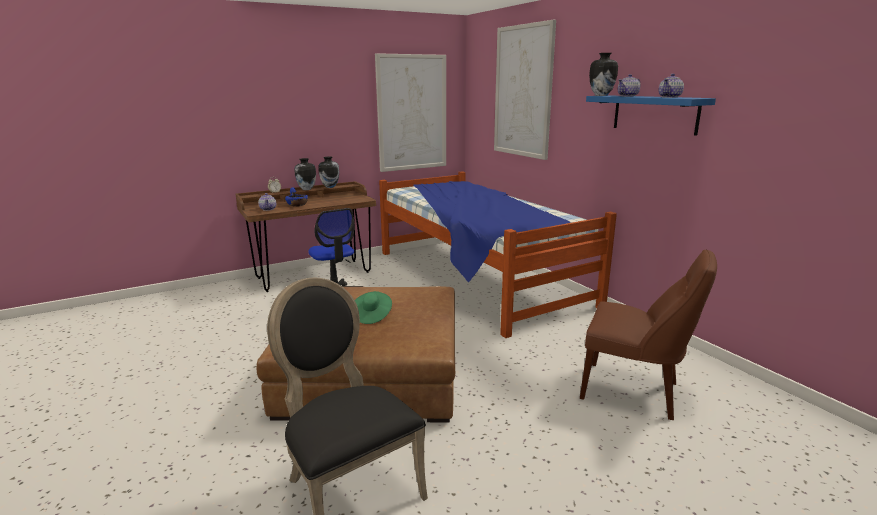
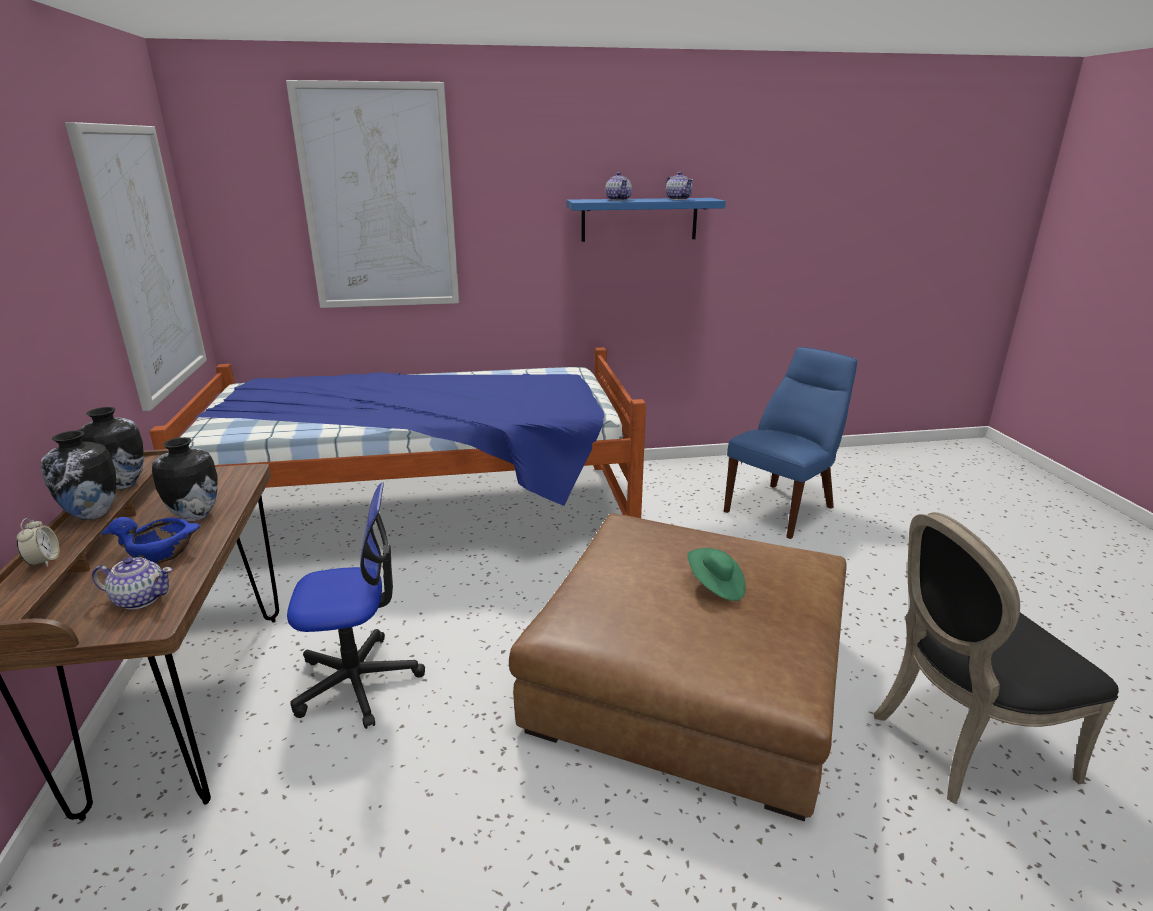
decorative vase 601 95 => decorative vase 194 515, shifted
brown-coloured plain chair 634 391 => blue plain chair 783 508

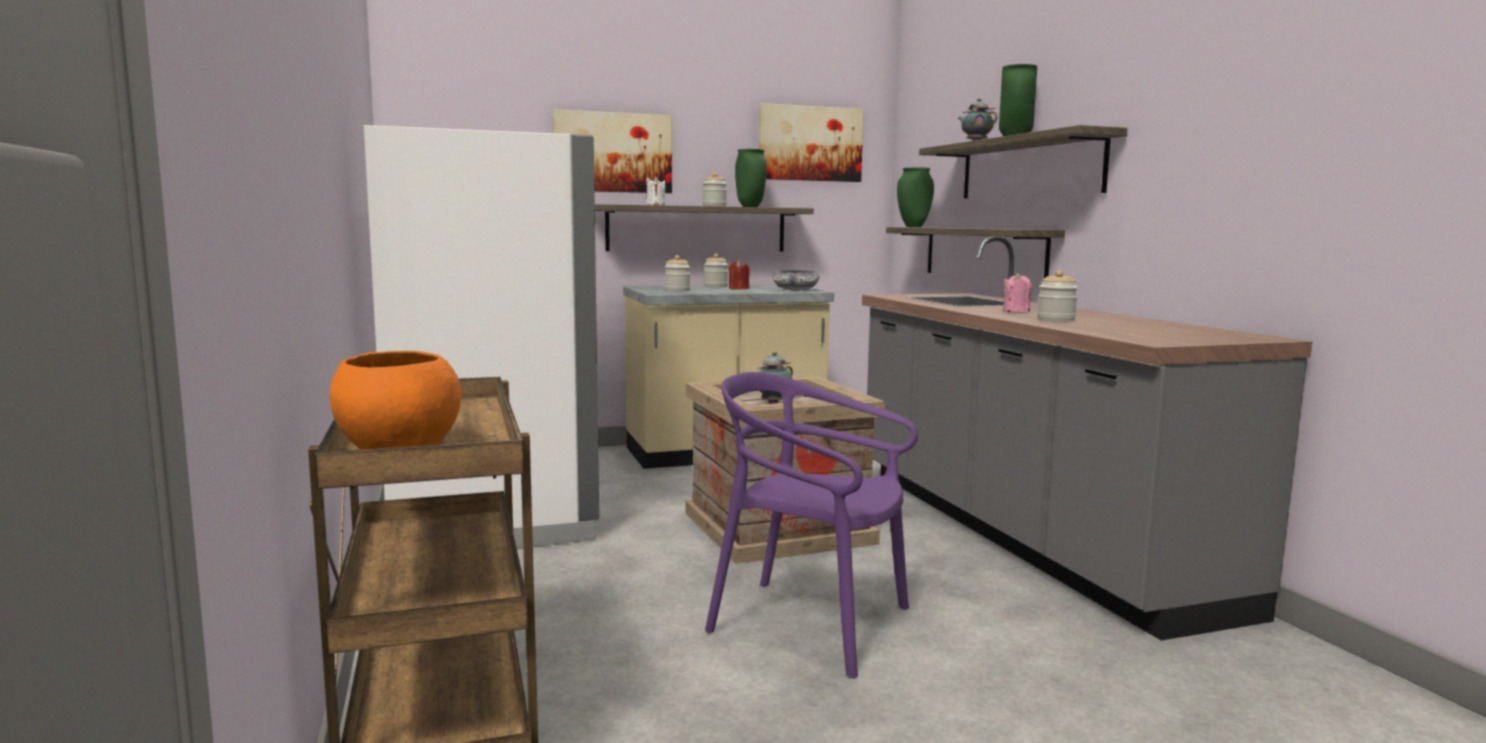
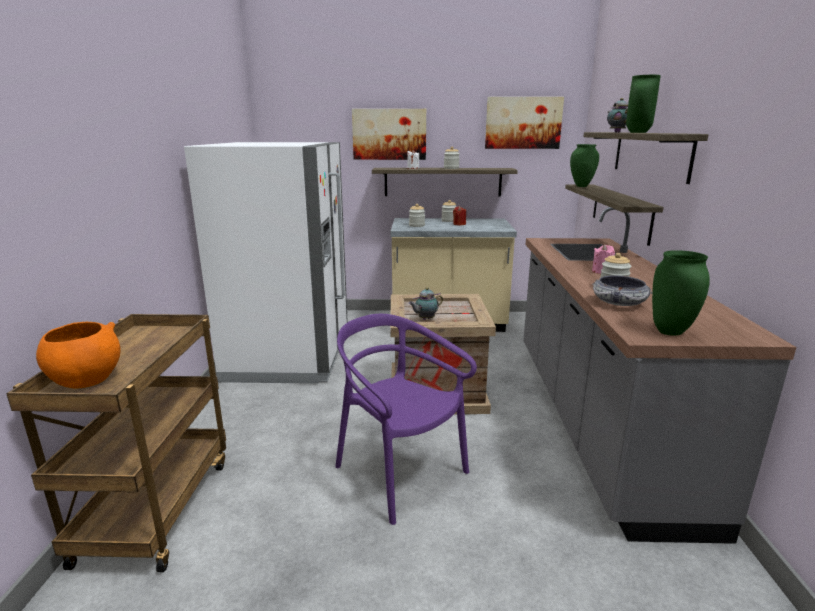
green-coloured decorative vase 751 207 => green-coloured decorative vase 671 332, shifted
deep dish 795 290 => deep dish 618 303, shifted

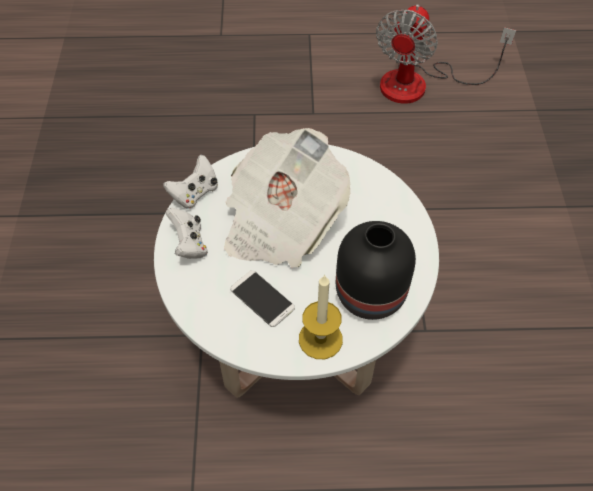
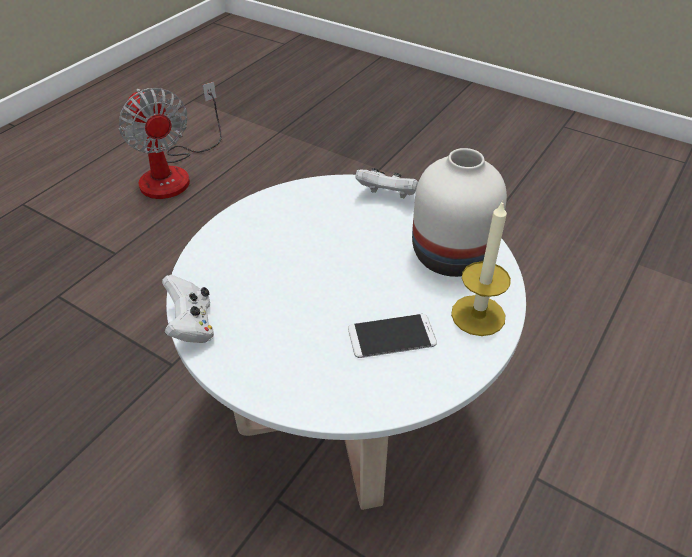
printed paper 281 221 => nothing
white-coloured joypad 189 244 => white-coloured joypad 388 196, shifted
blackish decorative vase 372 294 => white-coloured decorative vase 453 254

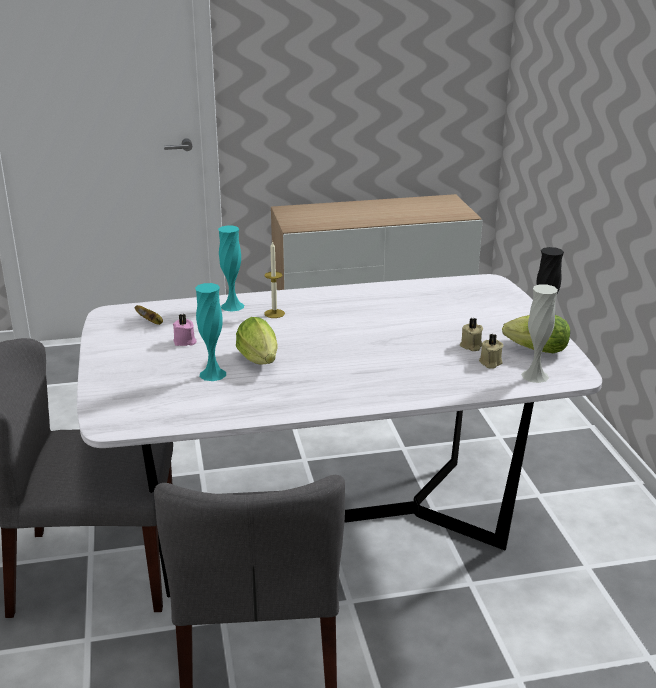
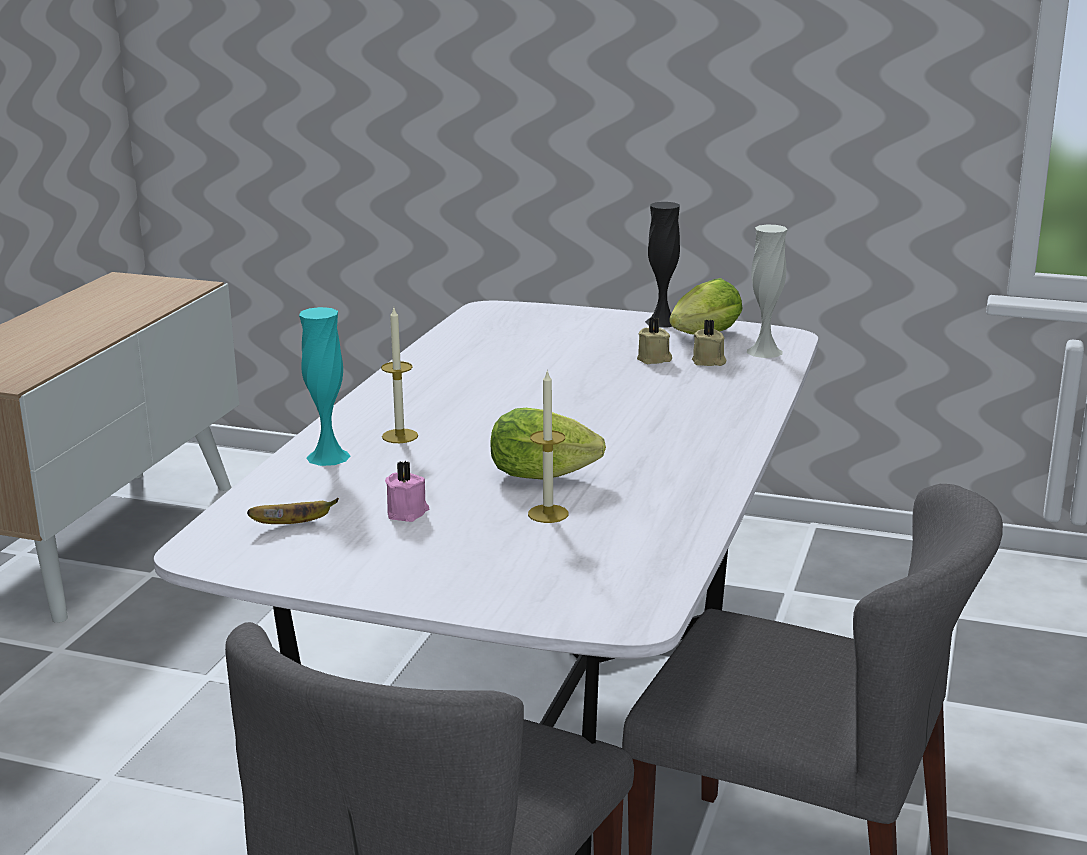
turquoise decorative vase 213 374 => candle 548 514

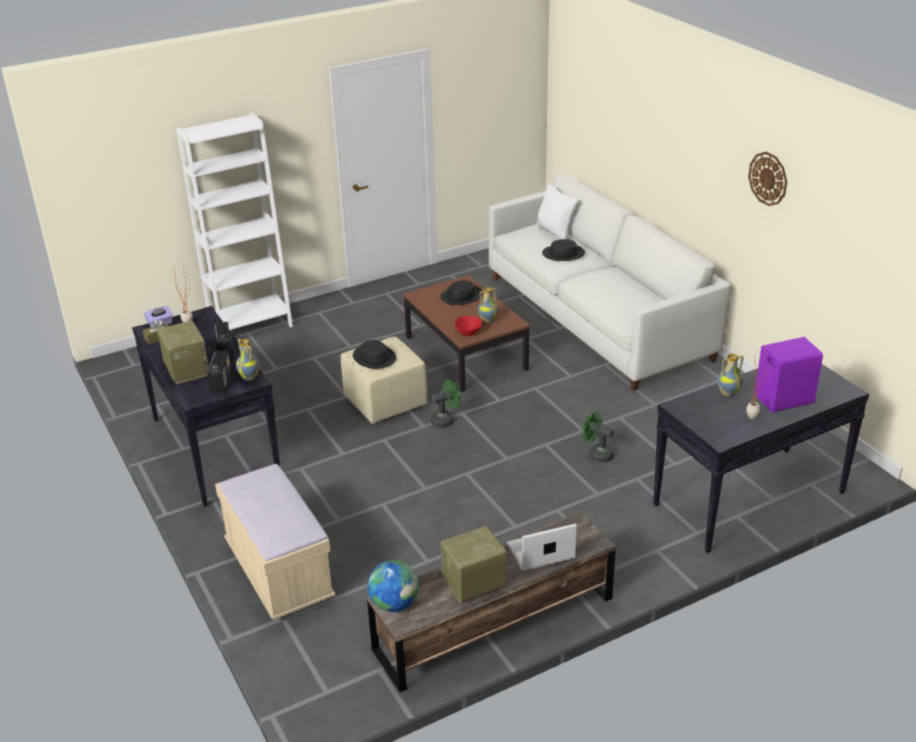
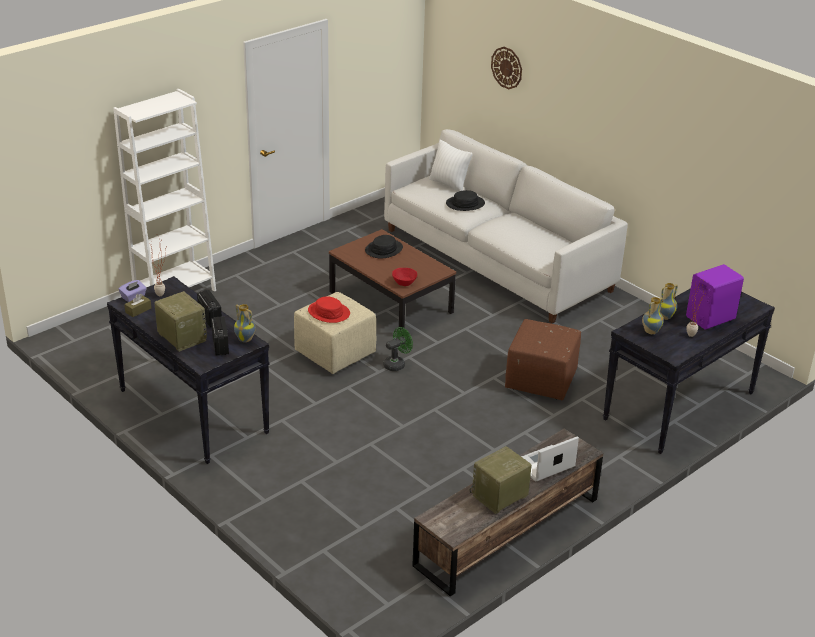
wall clock 768 178 => wall clock 507 67, shifted
decorative vase 487 320 => decorative vase 650 331, shifted
blackish clothing hat 374 357 => red clothing hat 329 312
green-coloured cooling fan 597 454 => brown-coloured pouffe 541 381
beige indoor bench 279 572 => nothing
globe 394 604 => nothing

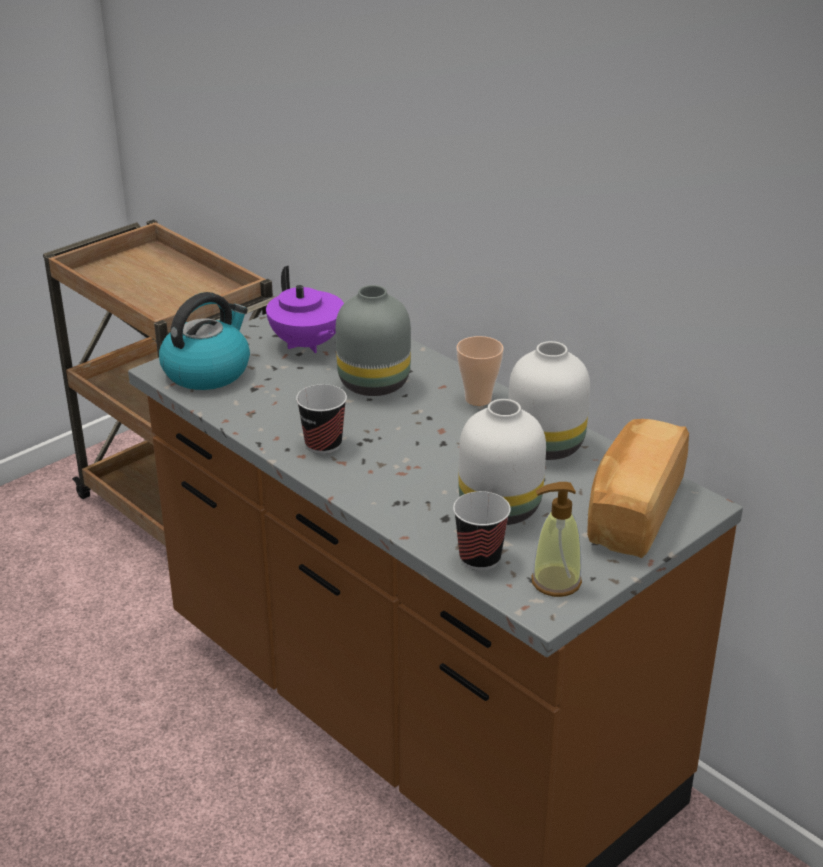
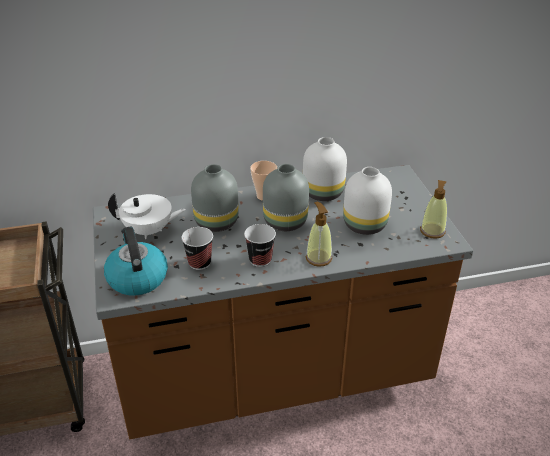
purple teapot 307 345 => white-coloured teapot 149 231
bread 631 512 => nothing
cup 480 558 => cup 199 263, shifted
nothing => gray decorative vase 284 222
nothing => soap bottle 318 258

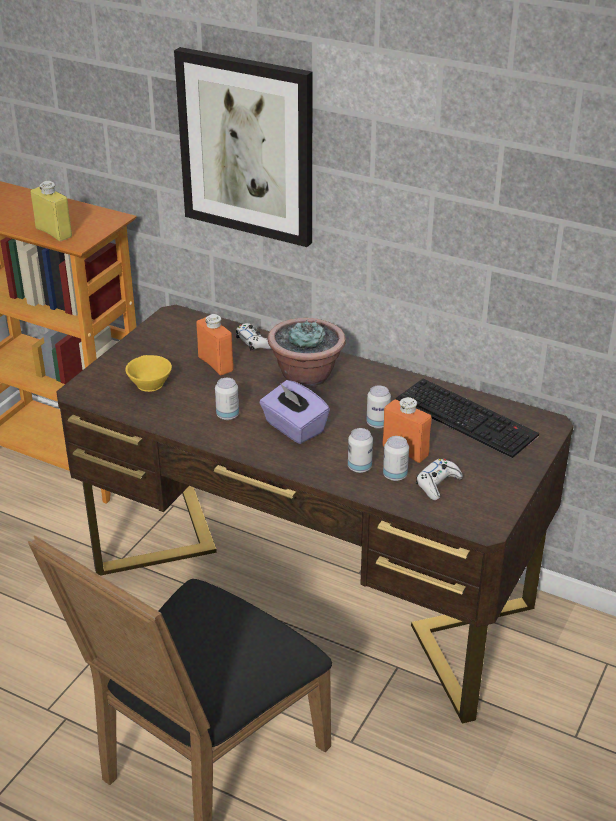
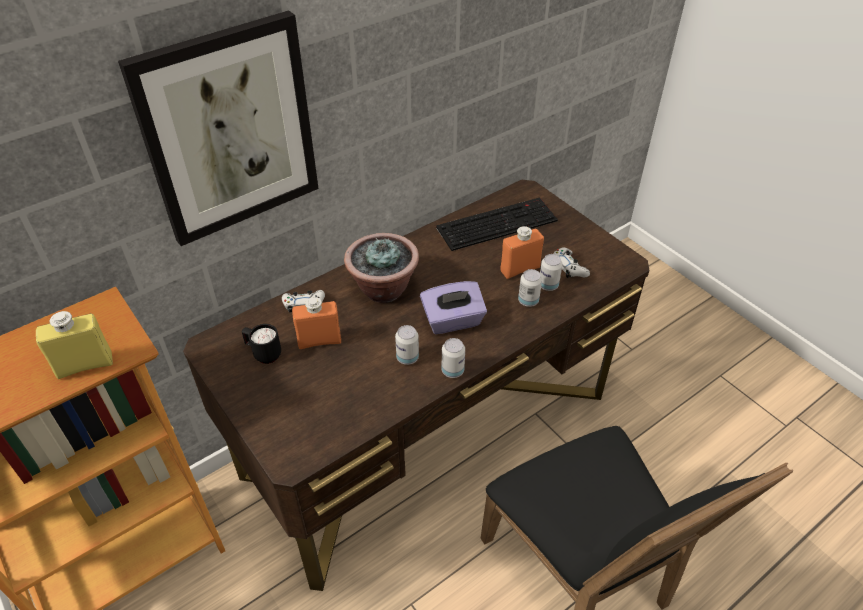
yellow-coloured cup 148 383 => nothing
can 377 423 => can 452 371, shifted
nothing => blackish coffee mug 264 354

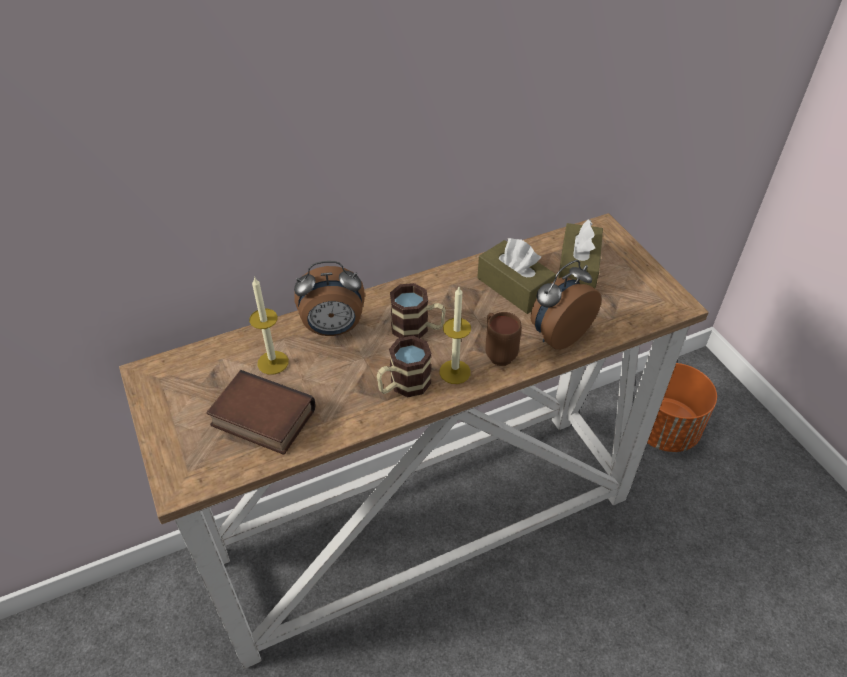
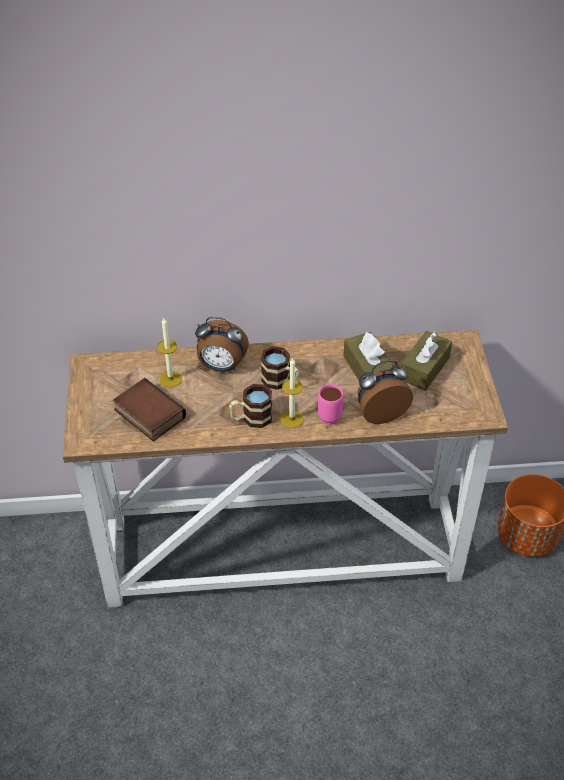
brown-coloured coffee mug 497 352 => pink coffee mug 329 414

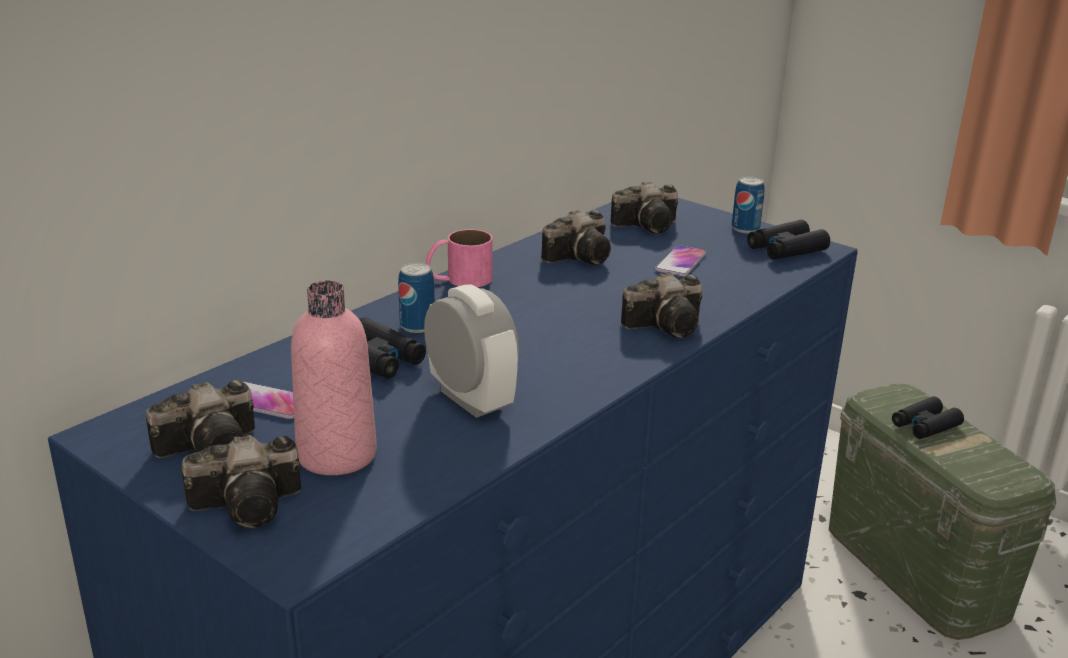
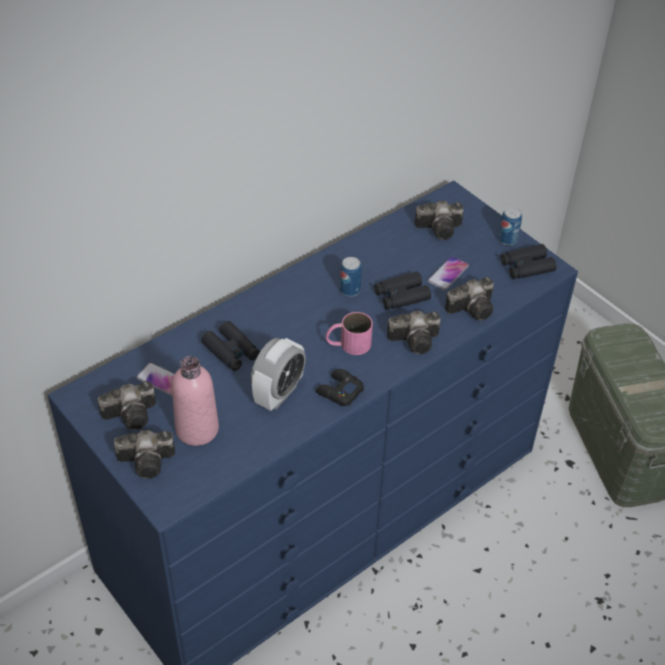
photo camera 582 256 => photo camera 473 308, shifted
pink coffee mug 459 279 => pink coffee mug 348 344, shifted
can 417 326 => can 350 290, shifted
bedside clock 470 399 => bedside clock 279 394, 60 degrees clockwise
blackish binoculars 925 425 => blackish binoculars 401 296, shifted
nothing => blackish joypad 339 391

